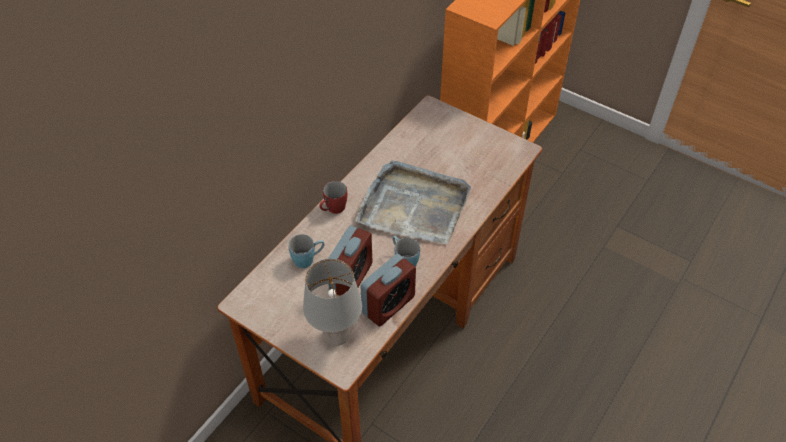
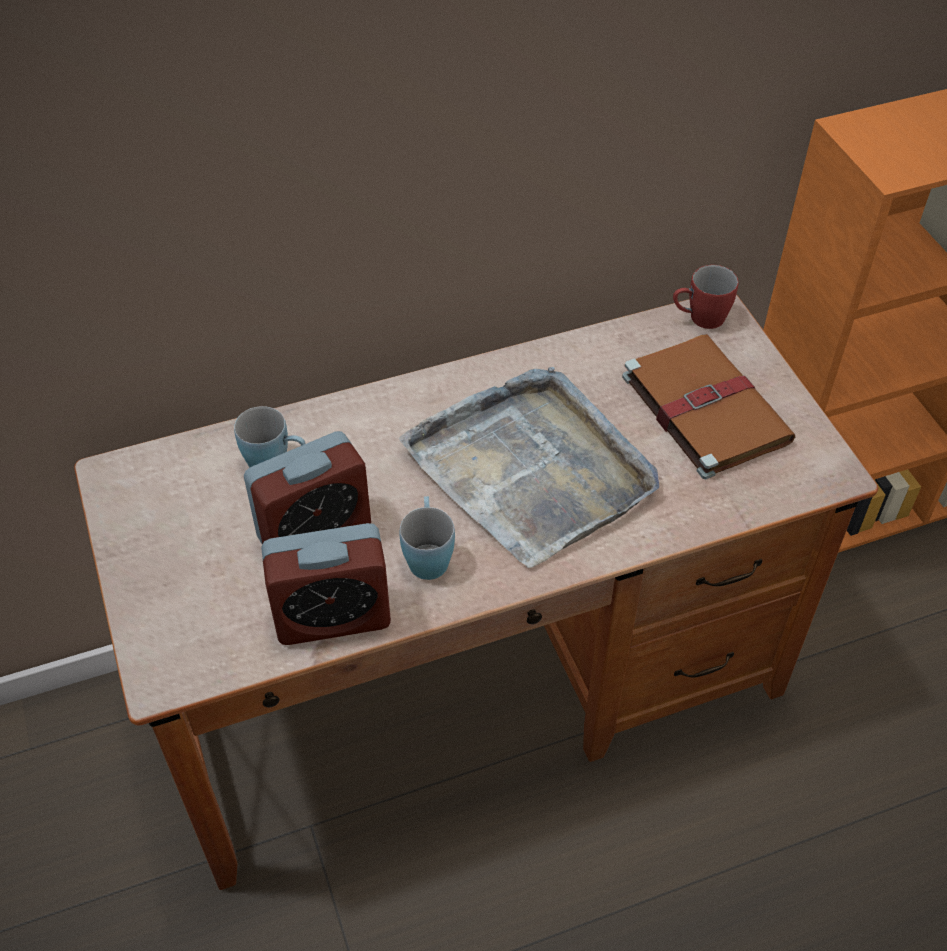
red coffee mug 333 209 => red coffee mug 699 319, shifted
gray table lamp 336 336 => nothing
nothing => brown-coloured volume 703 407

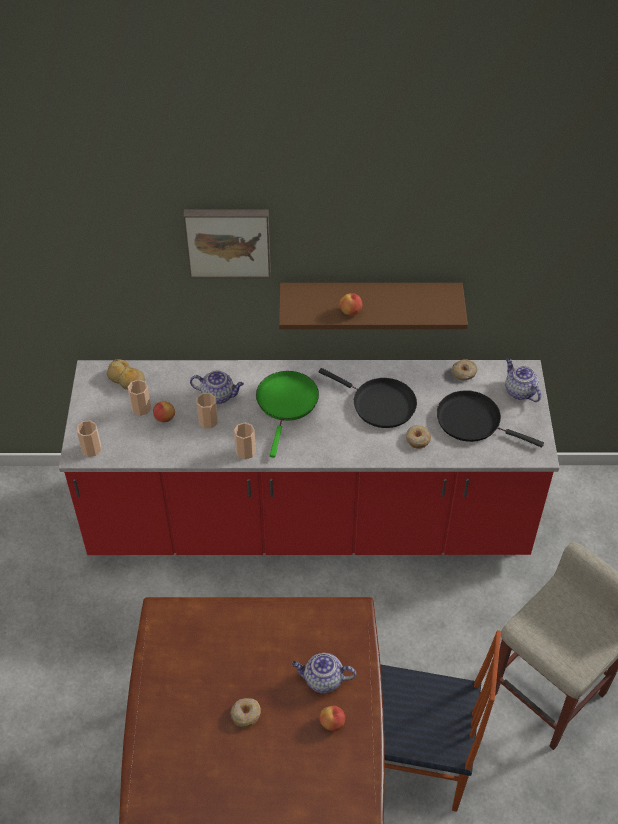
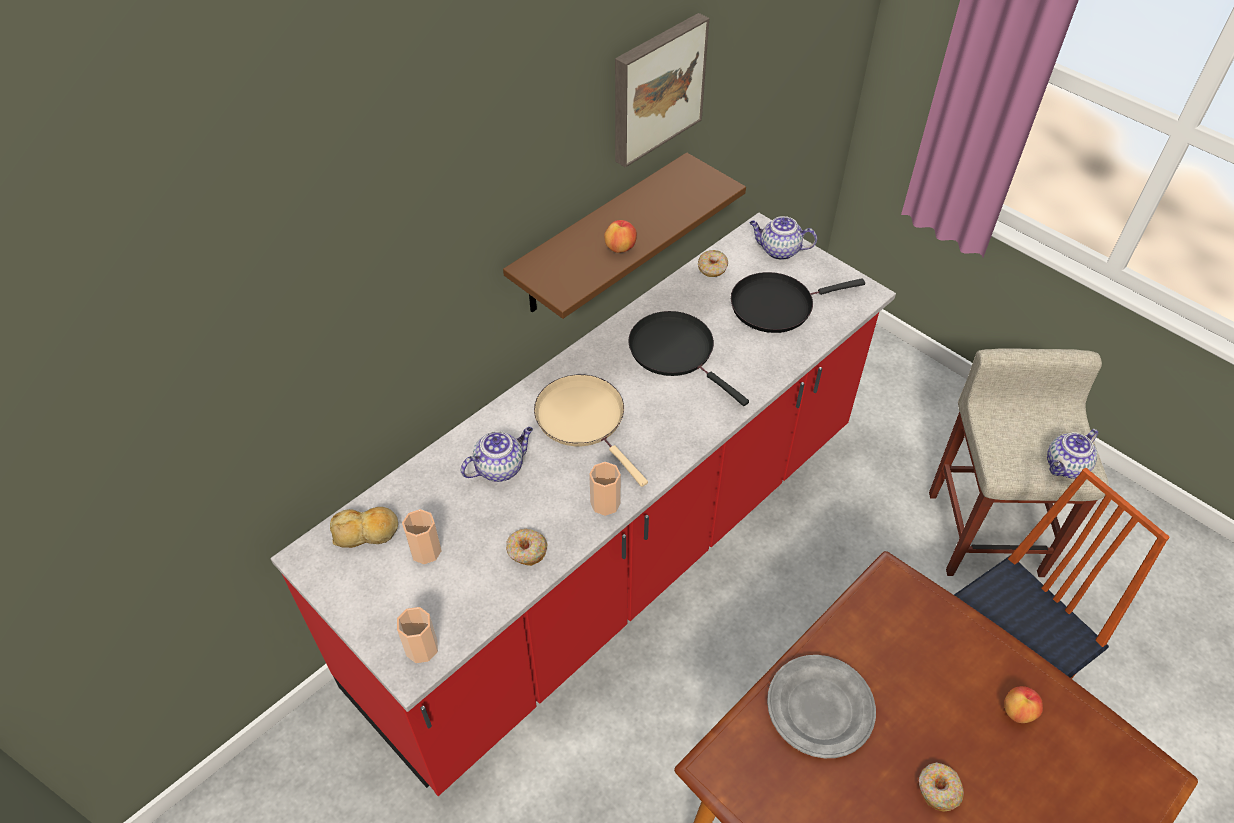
picture 228 241 => picture 656 88, shifted
blackish pan 380 404 => blackish pan 676 352, 120 degrees counterclockwise
green-coloured pan 286 403 => beige pan 584 419
cup 208 421 => nothing
apple fruit 164 418 => nothing
ring doughnut 417 439 => ring doughnut 526 551, shifted
teapot 322 680 => teapot 1065 467, shifted
nothing => gray flat dish 819 708

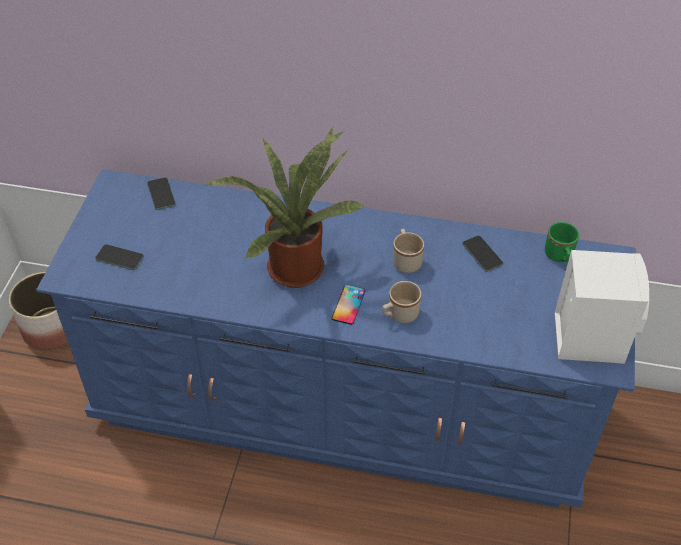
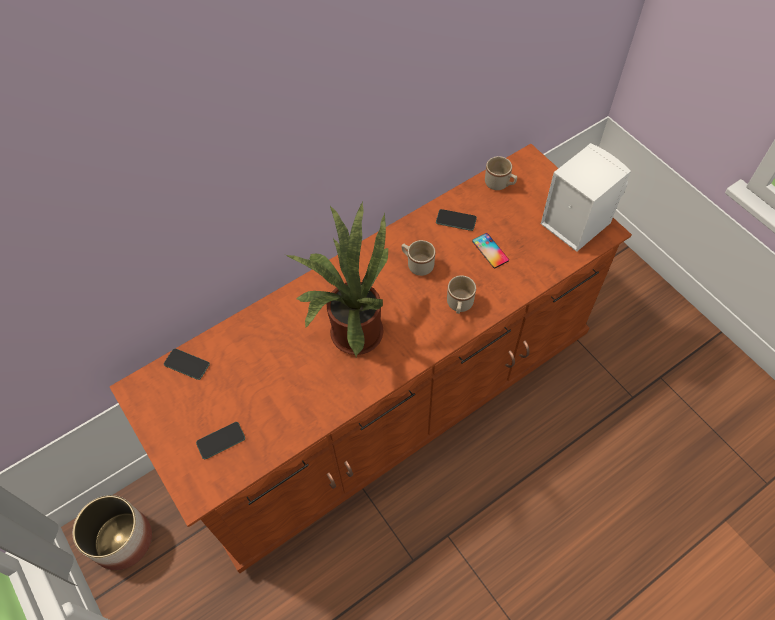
blue chest of drawers 341 406 => brown-coloured chest of drawers 389 400
green-coloured coffee mug 559 257 => beige coffee mug 500 184
telephone 348 304 => telephone 490 250, shifted

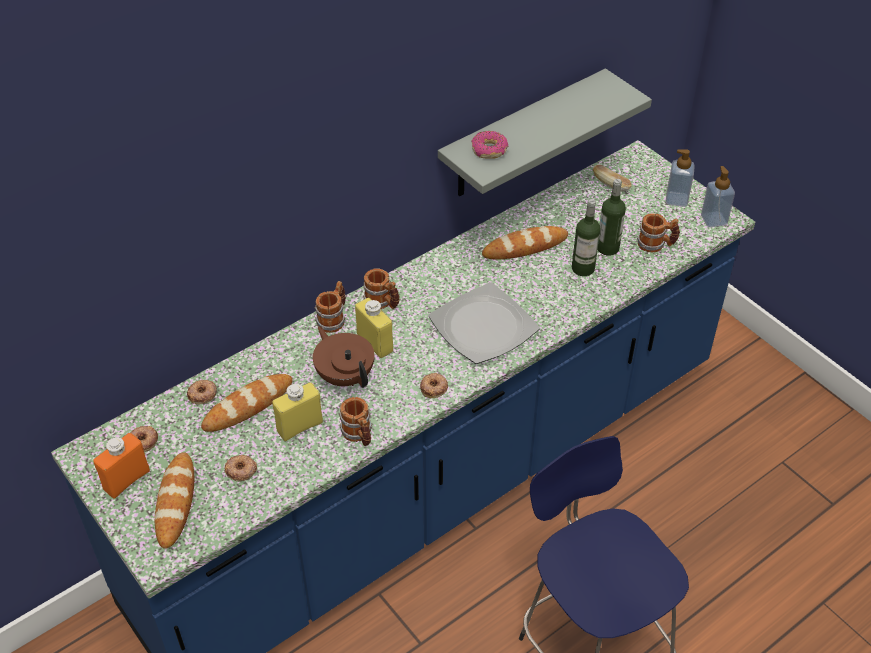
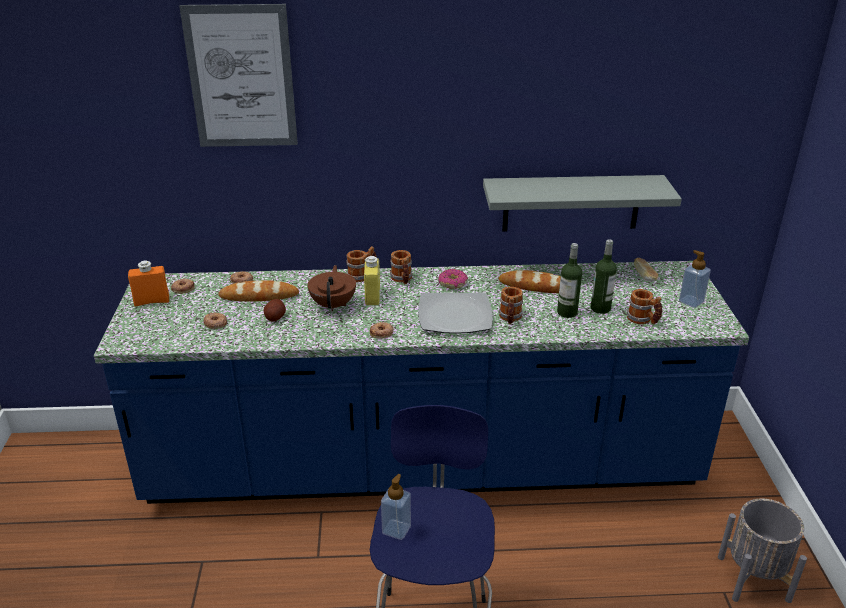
ring doughnut 489 150 => ring doughnut 453 283, shifted
soap bottle 713 220 => soap bottle 396 529, shifted
yellow-coloured bottle 300 426 => spud 275 317
coffee mug 359 435 => coffee mug 510 318, shifted
bread 175 502 => nothing
nothing => picture 241 77
nothing => gray flower pot 753 578

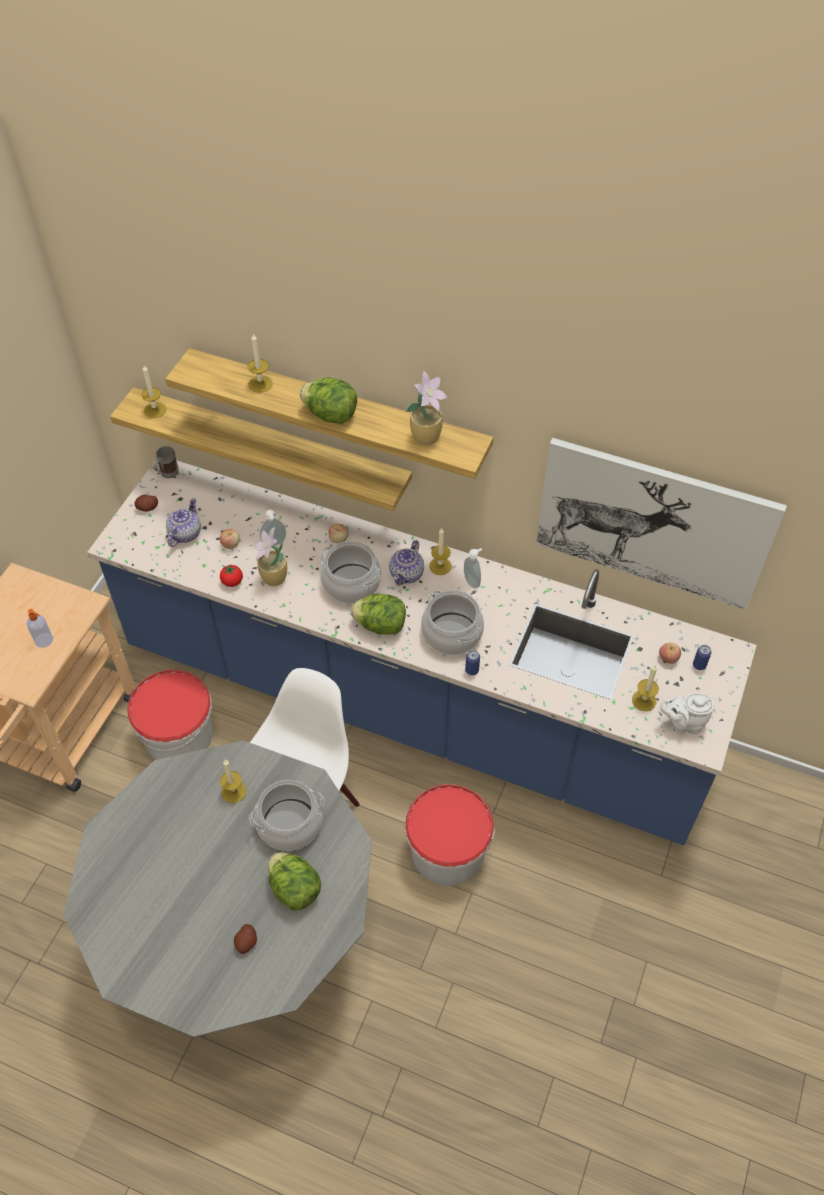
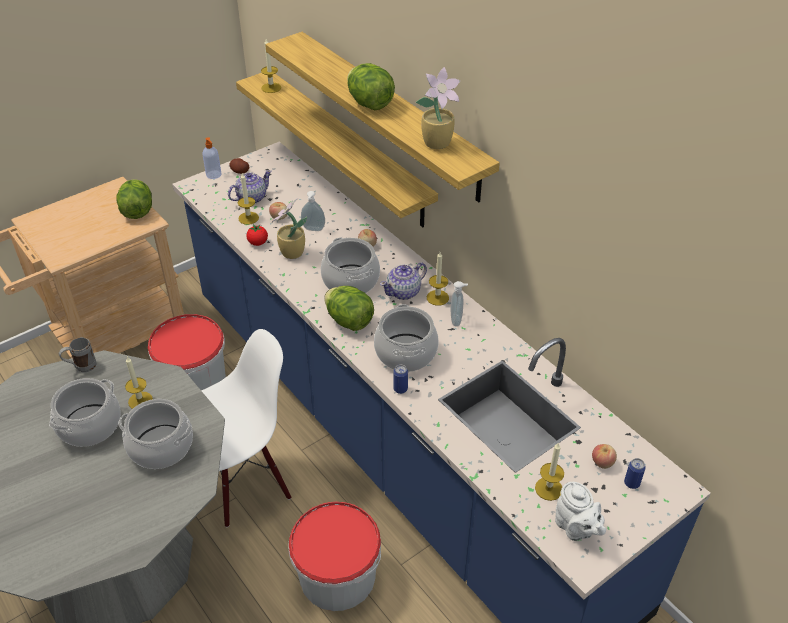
candle 260 384 => candle 248 218, shifted
picture 653 523 => nothing
gray coffee mug 167 475 => gray coffee mug 81 367, shifted
soap bottle 44 640 => soap bottle 214 175, shifted
white-coloured teapot 683 723 => white-coloured teapot 575 529, 150 degrees counterclockwise
head of lettuce 294 889 => head of lettuce 137 211, shifted
spud 246 942 => nothing
nothing => cooking pot 90 426

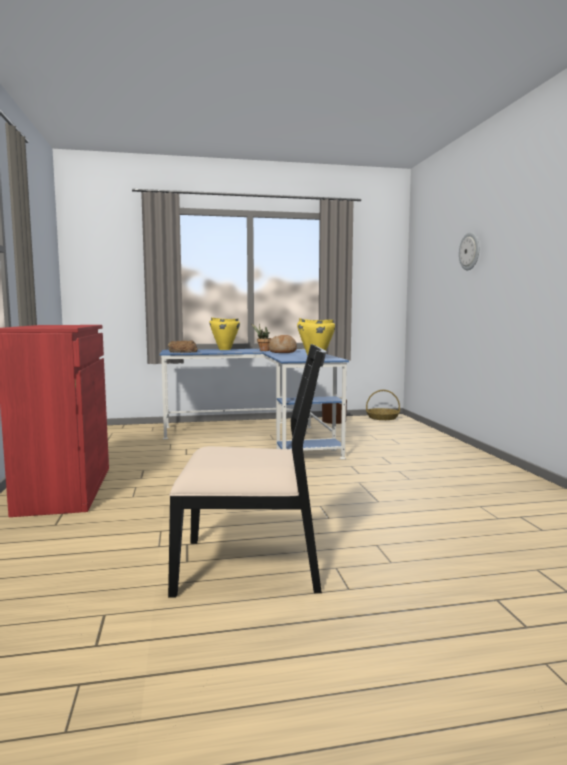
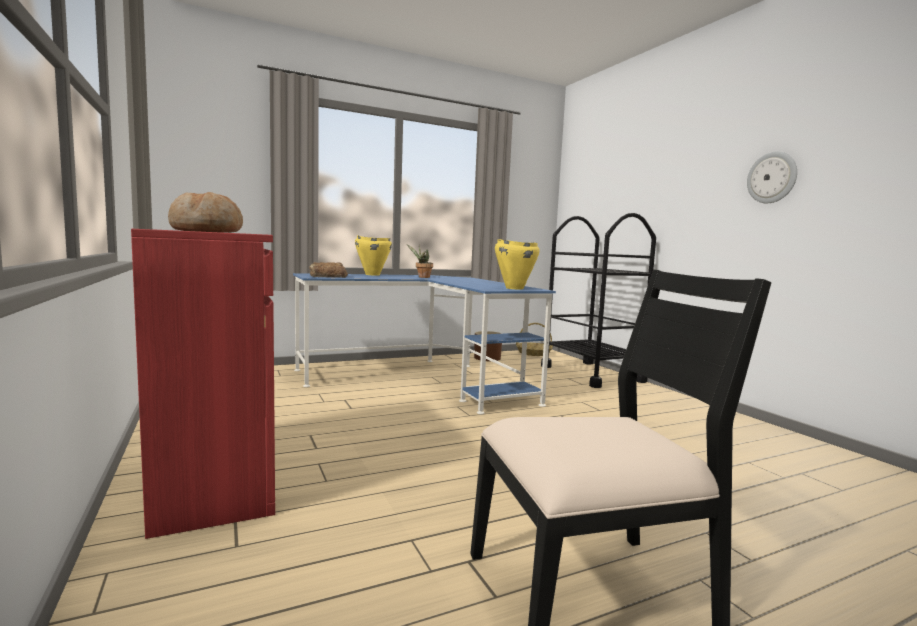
wall clock 470 251 => wall clock 772 178, shifted
bread 283 352 => bread 208 232, shifted
nothing => blackish trolley 591 374

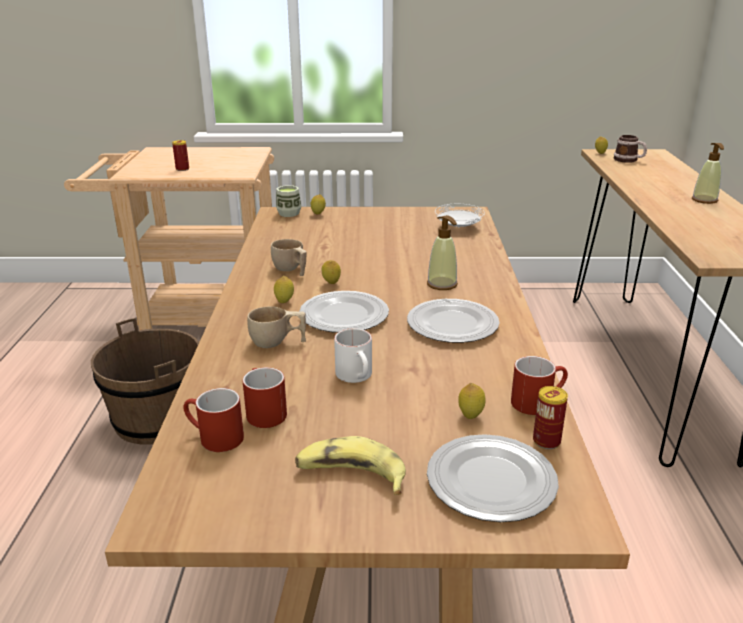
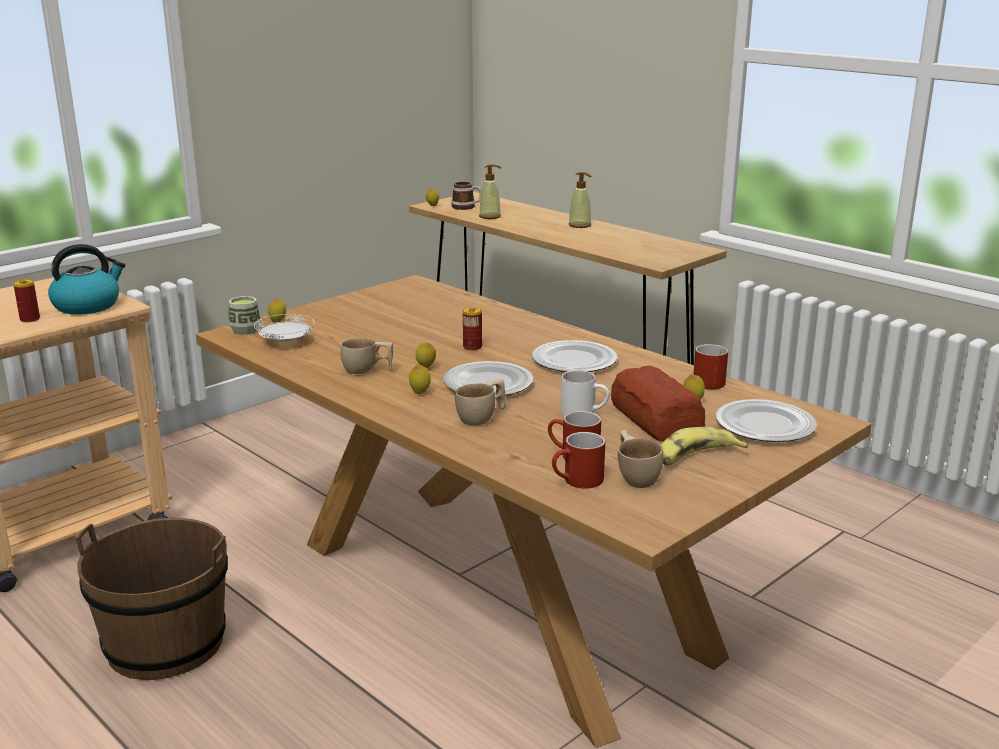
white-coloured flat dish 459 227 => white-coloured flat dish 286 342, shifted
soap bottle 442 284 => soap bottle 490 216, shifted
can 546 441 => can 472 347, shifted
nothing => tea kettle 88 305
nothing => bread 655 419
nothing => beige cup 636 476

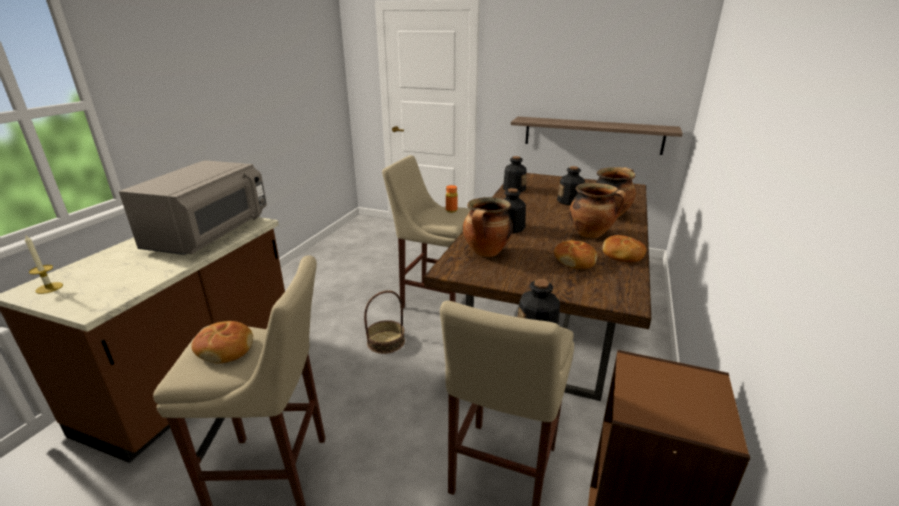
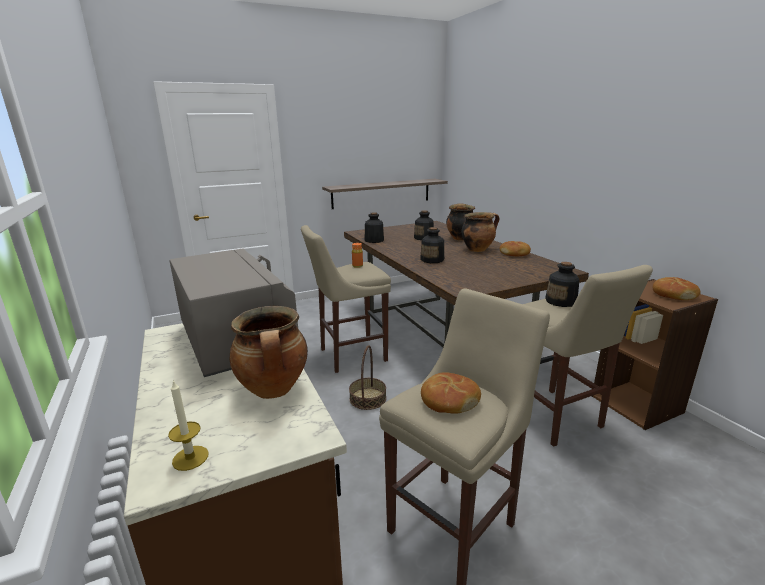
cooking pot 486 253 => cooking pot 274 390, shifted
bread 575 261 => bread 673 295, shifted

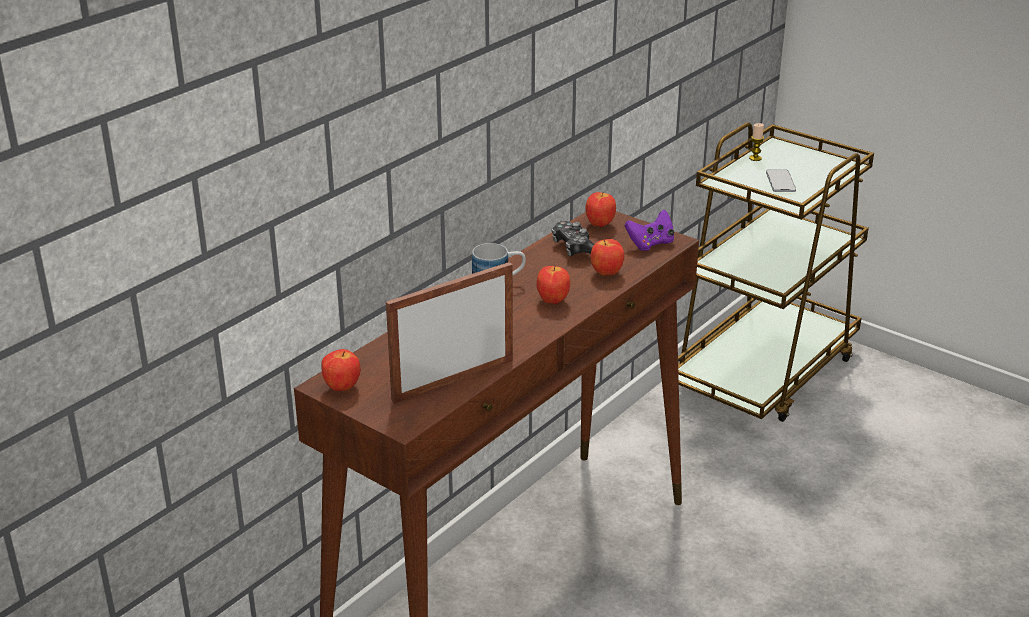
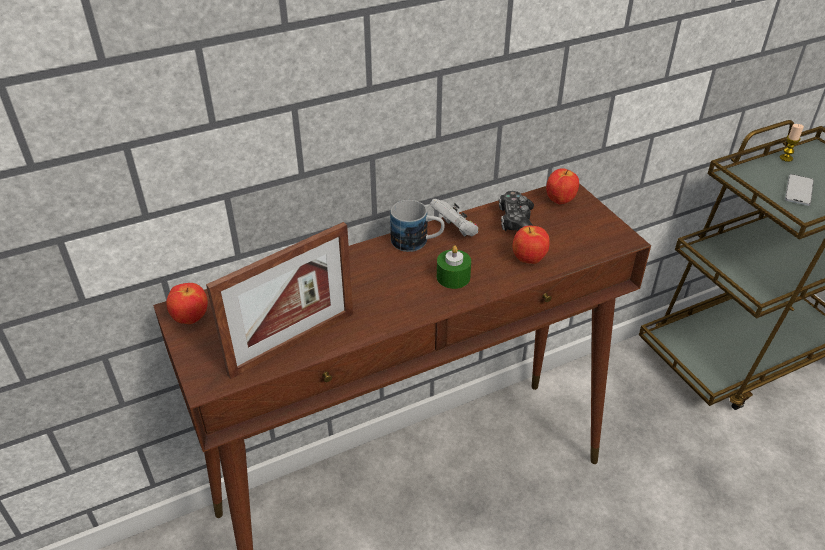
purple joypad 650 244 => nothing
photo frame 453 380 => photo frame 292 343, 150 degrees clockwise
apple fruit 552 301 => green-coloured candle 453 277
nothing => white-coloured joypad 455 230

